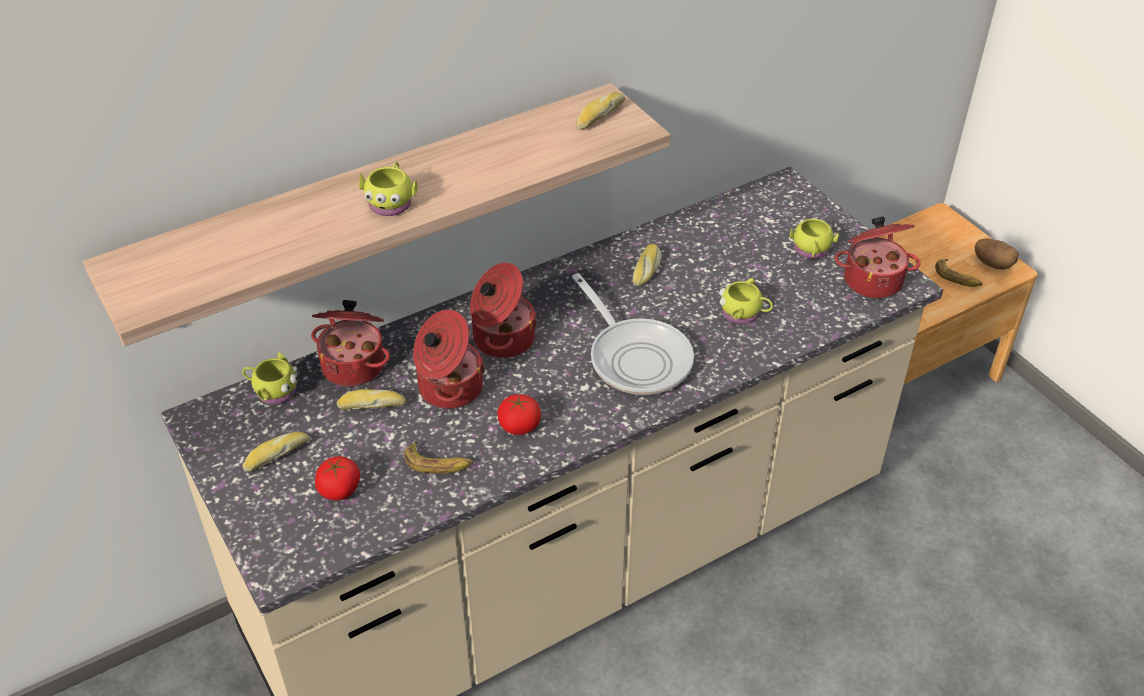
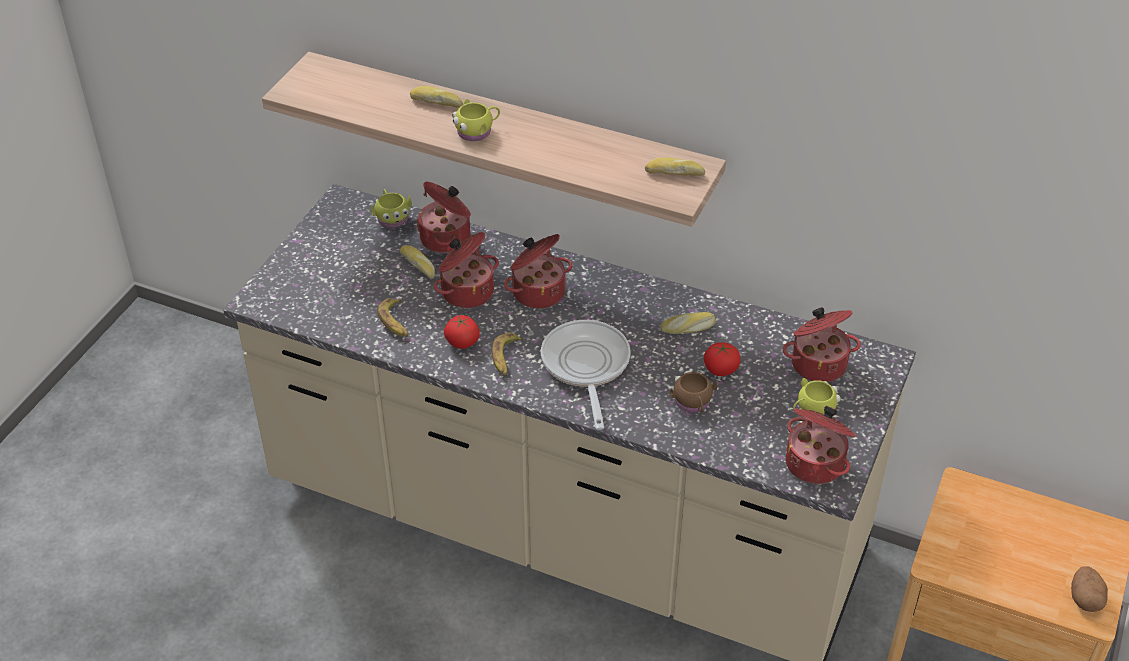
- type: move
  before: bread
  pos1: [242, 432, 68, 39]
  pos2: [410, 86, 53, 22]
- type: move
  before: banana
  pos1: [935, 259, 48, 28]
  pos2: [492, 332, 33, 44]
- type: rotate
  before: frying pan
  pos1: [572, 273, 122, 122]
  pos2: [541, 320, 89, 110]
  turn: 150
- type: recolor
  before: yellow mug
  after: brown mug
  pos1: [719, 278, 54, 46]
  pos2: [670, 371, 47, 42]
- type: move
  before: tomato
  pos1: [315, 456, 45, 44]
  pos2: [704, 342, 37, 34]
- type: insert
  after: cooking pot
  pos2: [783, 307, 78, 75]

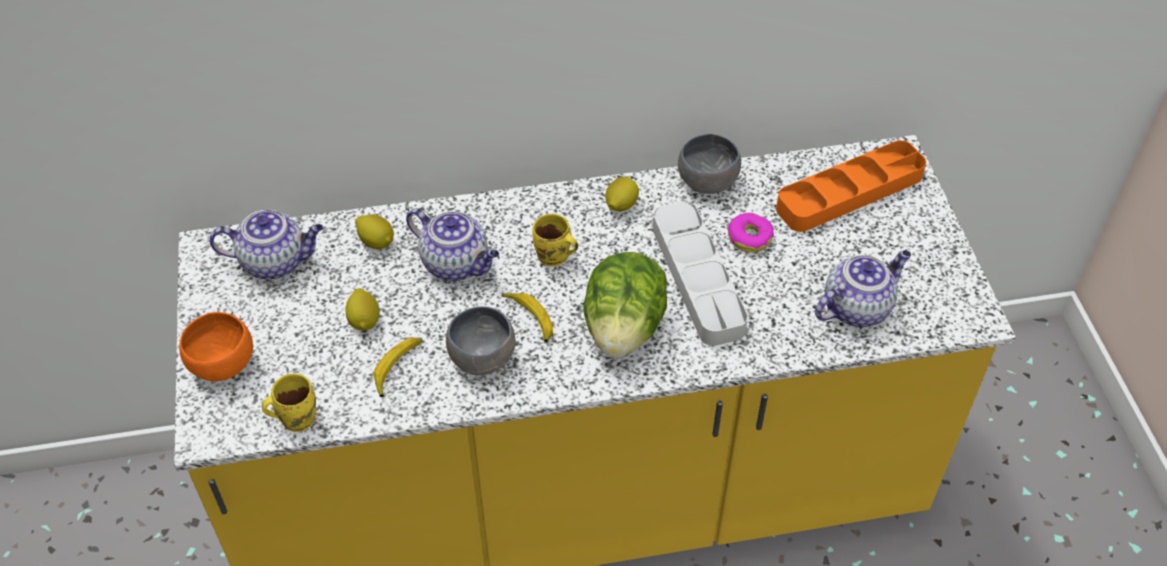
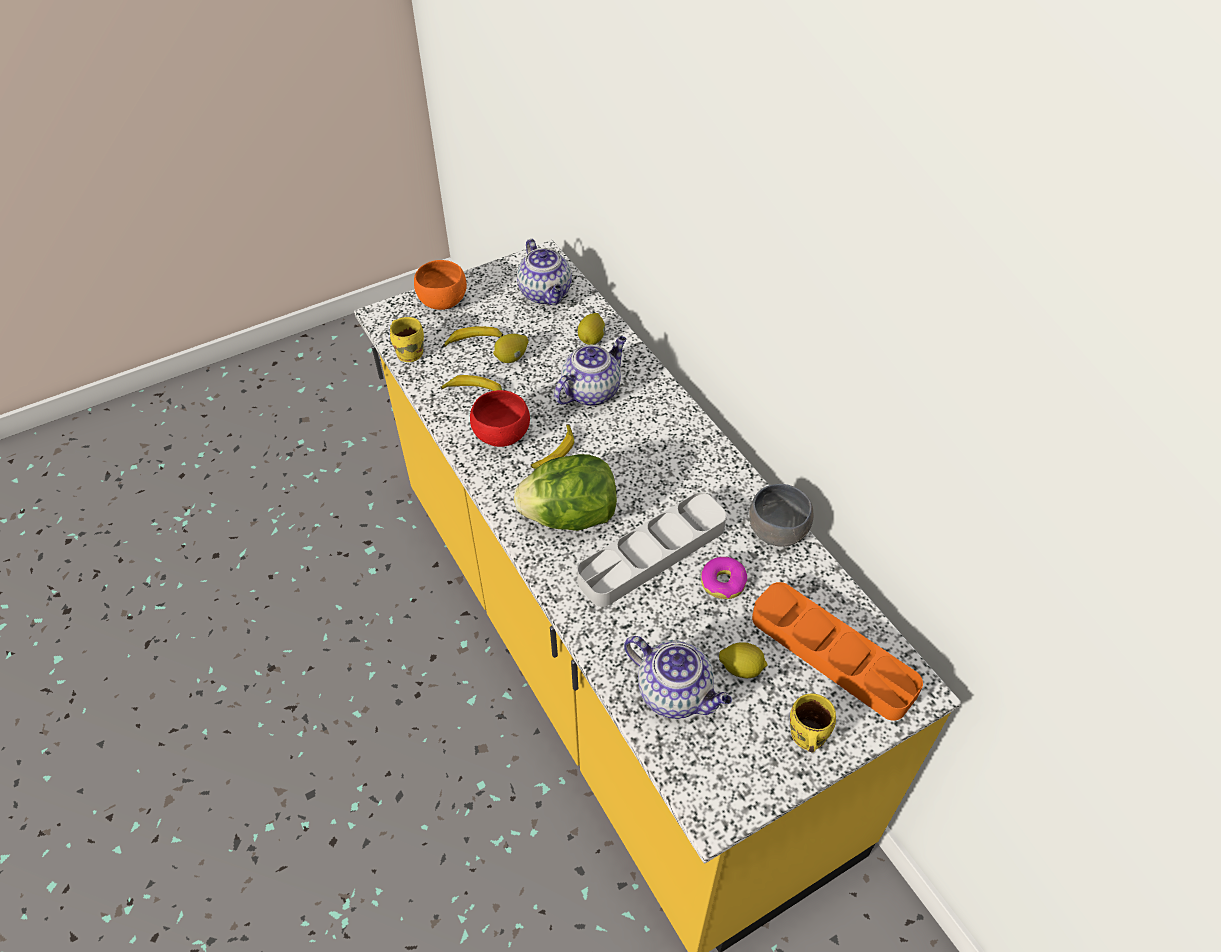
- type: insert
  after: banana
  pos2: [443, 326, 60, 21]
- type: recolor
  before: grey bowl
  after: red bowl
  pos1: [446, 306, 70, 69]
  pos2: [470, 390, 60, 57]
- type: rotate
  before: teapot
  pos1: [406, 208, 93, 73]
  pos2: [554, 336, 72, 70]
  turn: -150
- type: move
  before: lemon
  pos1: [605, 177, 34, 34]
  pos2: [719, 642, 49, 36]
- type: move
  before: yellow mug
  pos1: [532, 214, 46, 52]
  pos2: [790, 693, 46, 60]

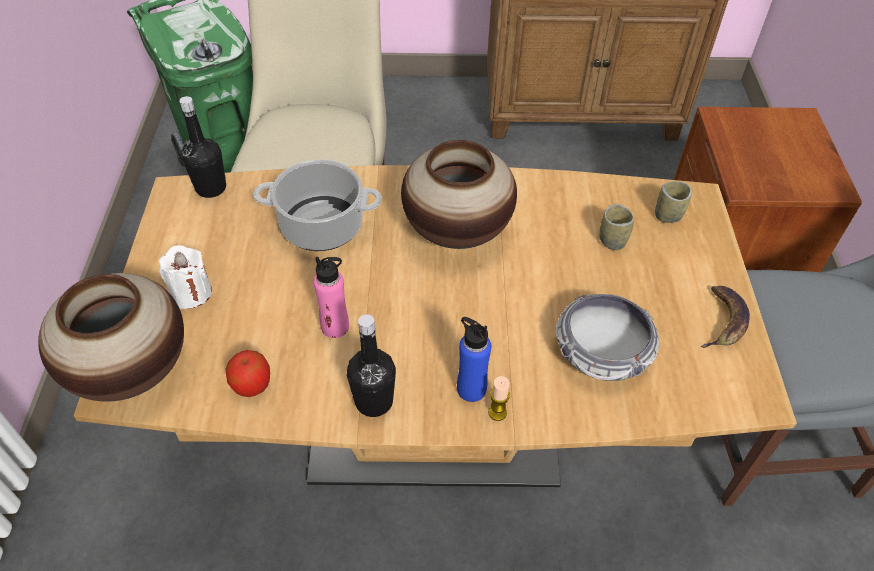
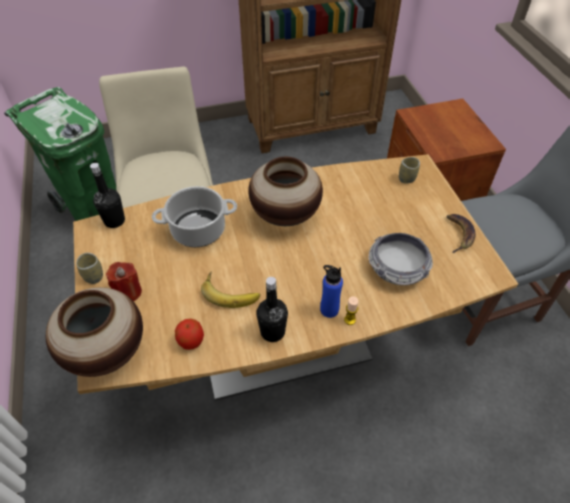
- type: move
  before: cup
  pos1: [599, 204, 35, 46]
  pos2: [76, 253, 27, 31]
- type: recolor
  before: white candle
  after: red candle
  pos1: [159, 245, 53, 64]
  pos2: [106, 262, 36, 39]
- type: replace
  before: pink bottle
  after: banana
  pos1: [313, 257, 36, 81]
  pos2: [201, 271, 59, 37]

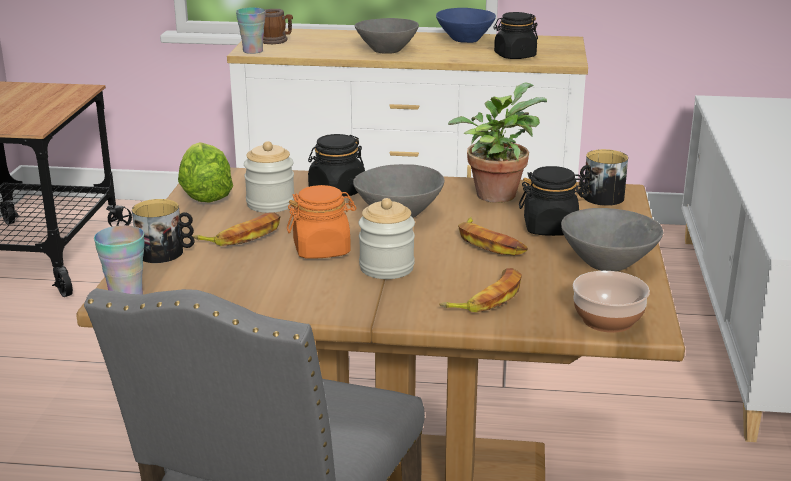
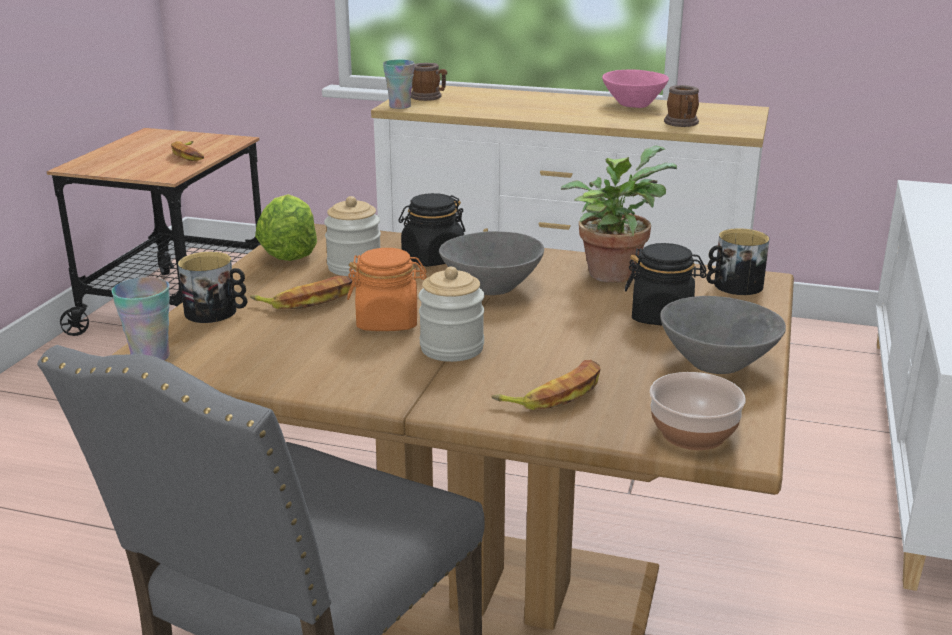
- type: move
  before: banana
  pos1: [458, 217, 70, 38]
  pos2: [171, 141, 33, 20]
- type: recolor
  before: blue bowl
  after: pink bowl
  pos1: [436, 8, 60, 35]
  pos2: [602, 69, 67, 39]
- type: replace
  before: black jar
  after: mug
  pos1: [493, 12, 45, 47]
  pos2: [664, 85, 35, 42]
- type: delete
  before: grey bowl
  pos1: [354, 18, 65, 36]

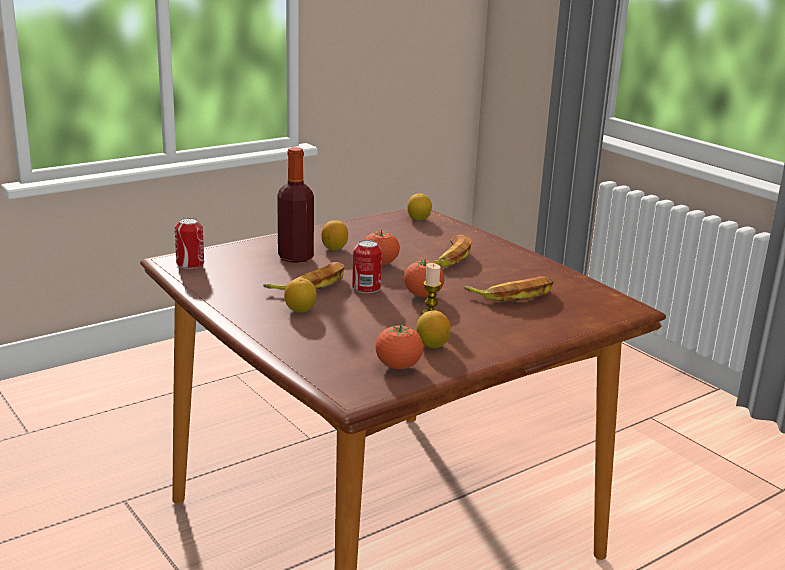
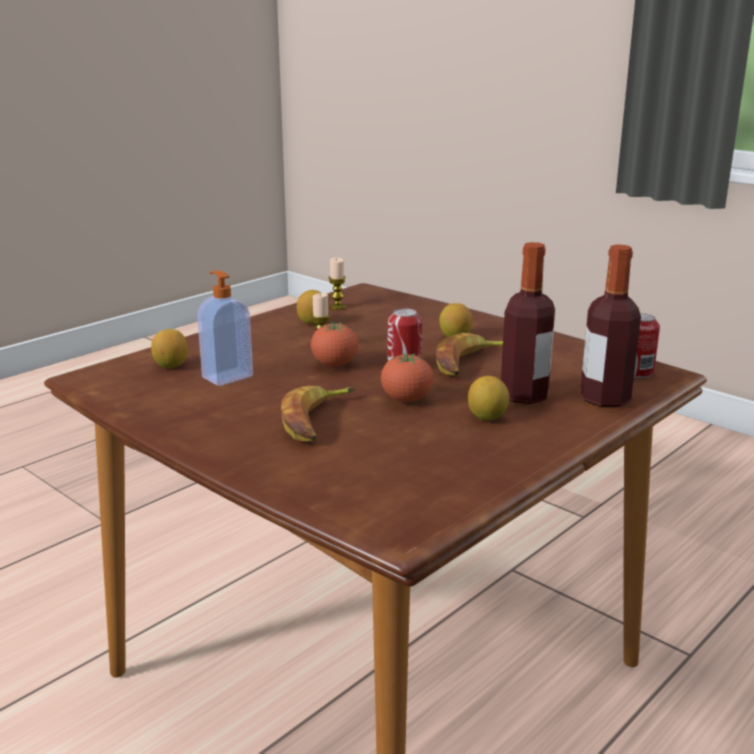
- type: move
  before: lemon
  pos1: [407, 193, 25, 27]
  pos2: [151, 329, 37, 39]
- type: replace
  before: banana
  after: soap dispenser
  pos1: [464, 276, 90, 26]
  pos2: [197, 270, 56, 116]
- type: replace
  before: tomato
  after: candle
  pos1: [376, 325, 47, 44]
  pos2: [329, 257, 17, 53]
- type: insert
  after: bottle
  pos2: [580, 245, 61, 162]

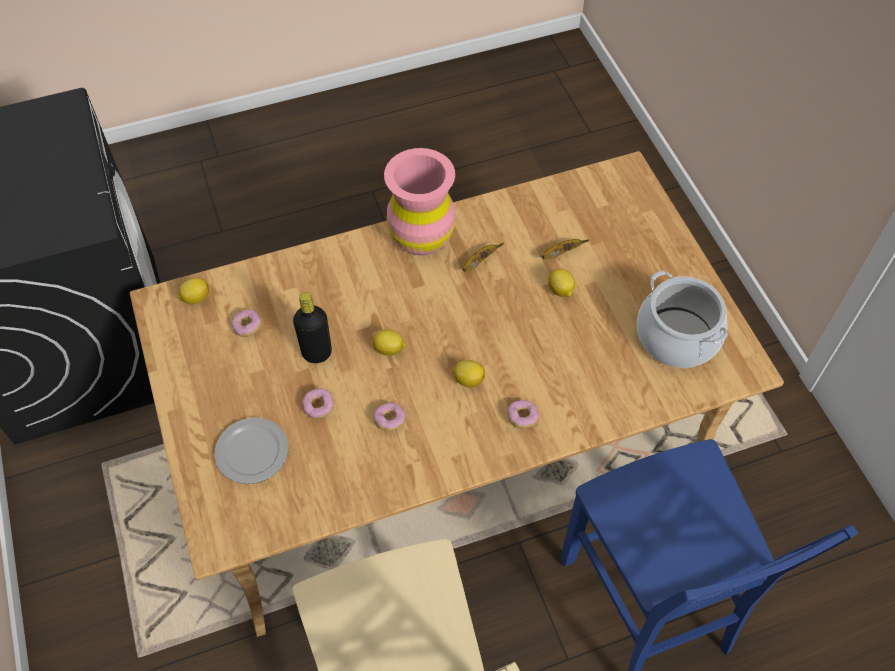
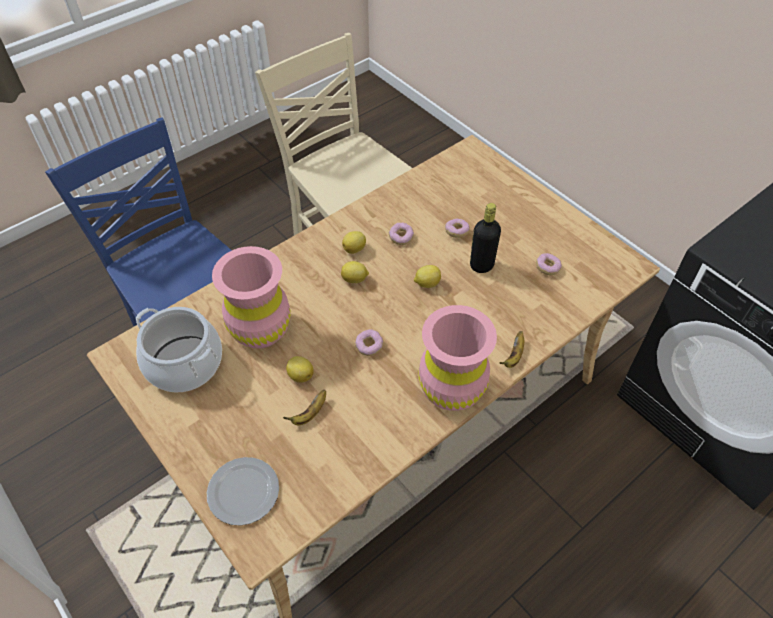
- type: move
  before: plate
  pos1: [215, 417, 73, 67]
  pos2: [207, 457, 72, 69]
- type: insert
  after: pink vase
  pos2: [212, 246, 78, 102]
- type: move
  before: lemon
  pos1: [178, 278, 31, 26]
  pos2: [342, 231, 24, 23]
- type: move
  before: donut
  pos1: [507, 400, 32, 29]
  pos2: [355, 329, 28, 27]
- type: move
  before: banana
  pos1: [463, 243, 41, 29]
  pos2: [500, 331, 24, 37]

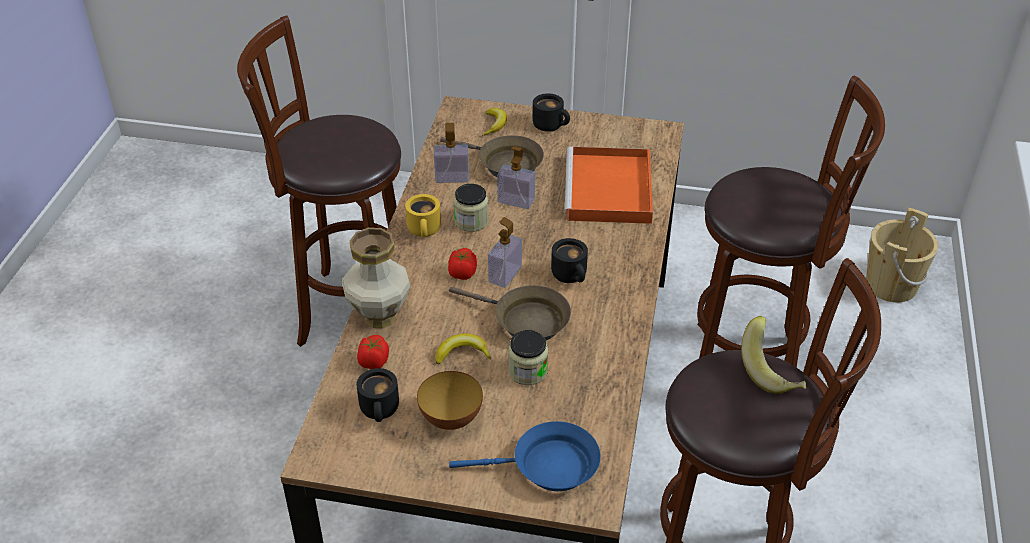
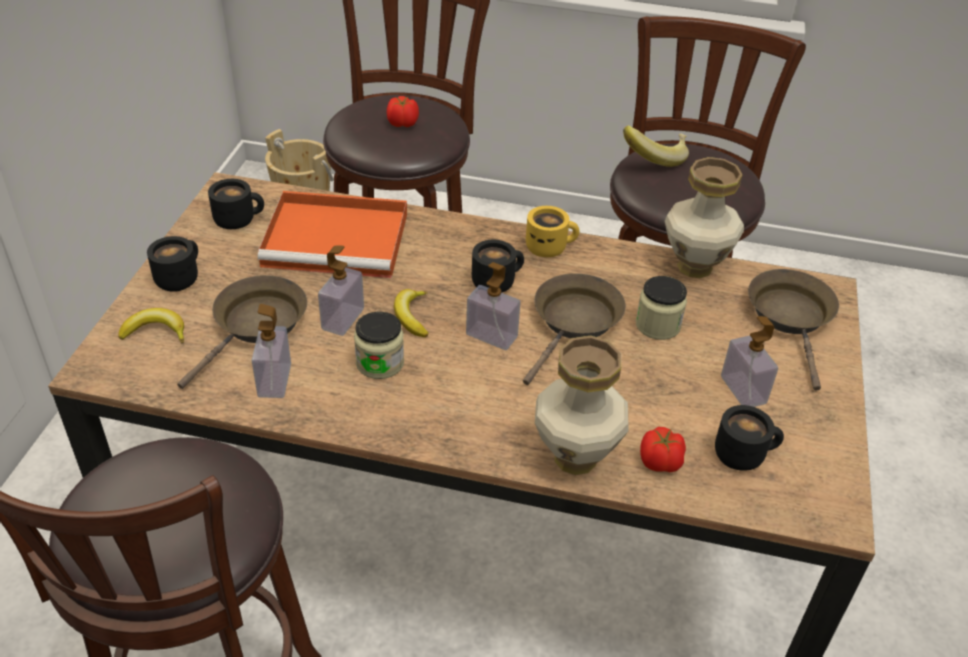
- type: insert
  after: black mug
  pos2: [208, 179, 56, 50]
- type: move
  before: tomato
  pos1: [448, 248, 29, 32]
  pos2: [387, 96, 32, 31]
- type: move
  before: banana
  pos1: [435, 333, 56, 32]
  pos2: [394, 289, 35, 48]
- type: move
  before: yellow mug
  pos1: [405, 194, 36, 43]
  pos2: [526, 206, 53, 51]
- type: insert
  after: vase
  pos2: [665, 157, 79, 121]
- type: replace
  before: bowl
  after: soap dispenser
  pos1: [417, 371, 66, 59]
  pos2: [721, 316, 57, 91]
- type: recolor
  before: blue frying pan
  after: brown frying pan
  pos1: [449, 421, 152, 70]
  pos2: [748, 269, 91, 121]

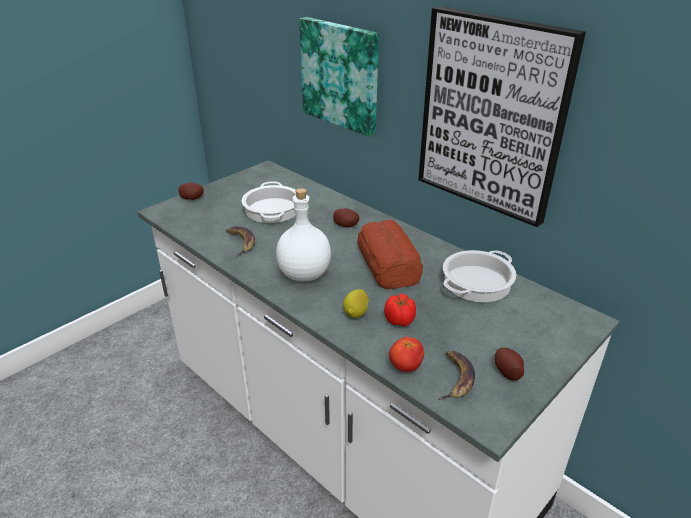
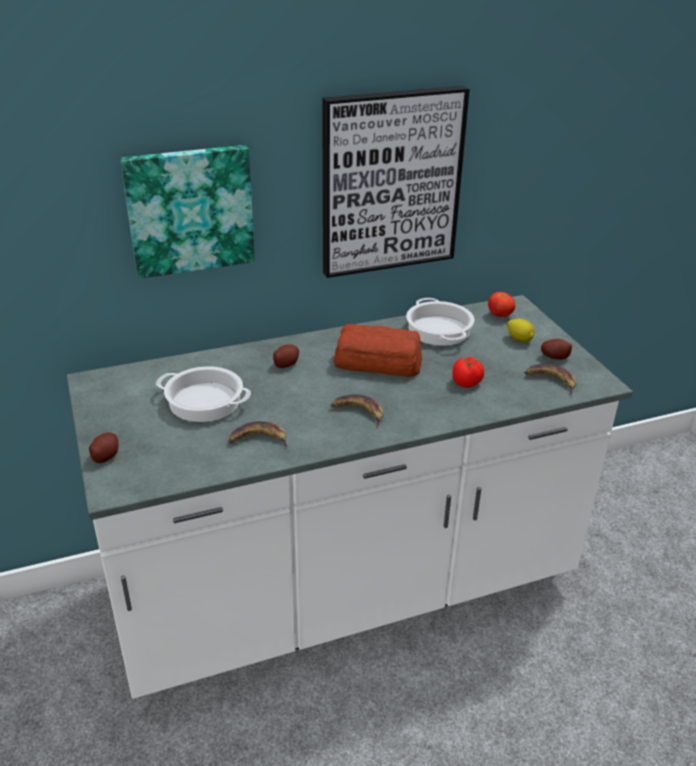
- type: replace
  before: white bottle
  after: banana
  pos1: [276, 188, 55, 93]
  pos2: [331, 394, 53, 34]
- type: move
  before: tomato
  pos1: [389, 337, 35, 35]
  pos2: [488, 292, 28, 25]
- type: move
  before: lemon
  pos1: [343, 289, 26, 29]
  pos2: [507, 319, 28, 23]

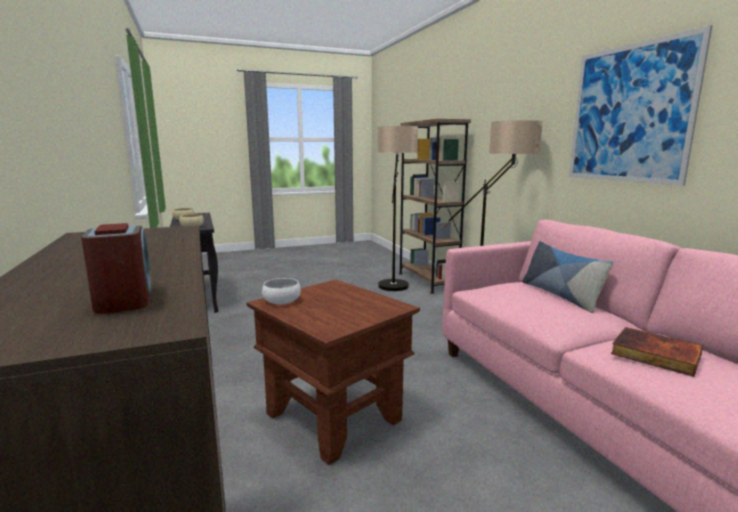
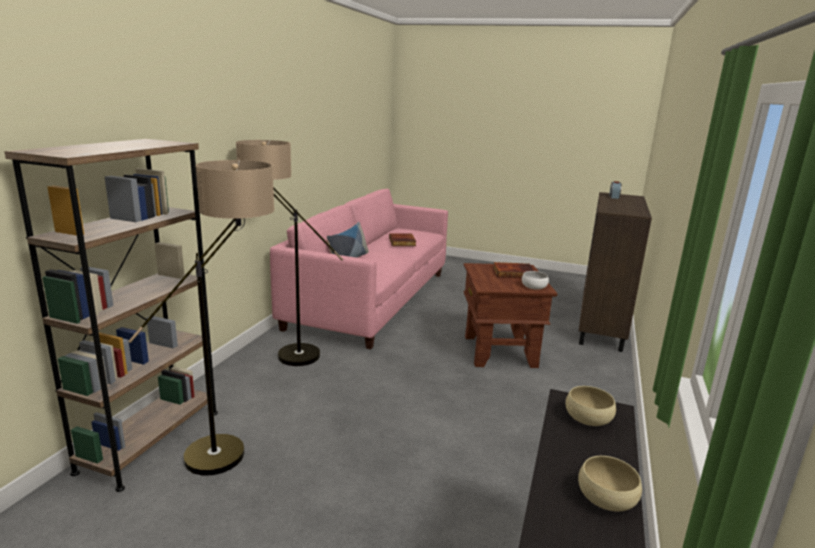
- type: insert
  after: book
  pos2: [493, 262, 41, 16]
- type: delete
  before: picture
  pos1: [569, 25, 144, 161]

